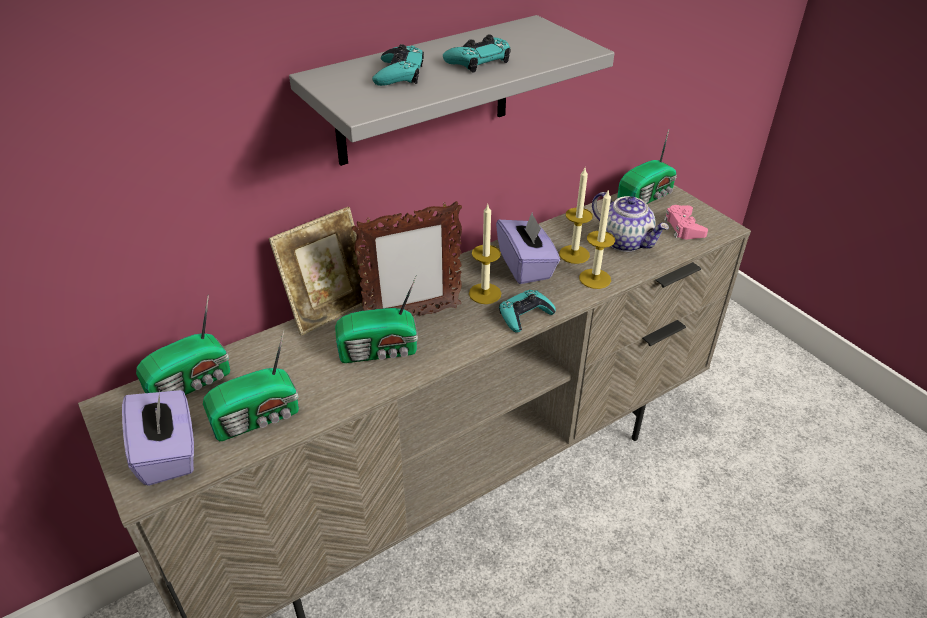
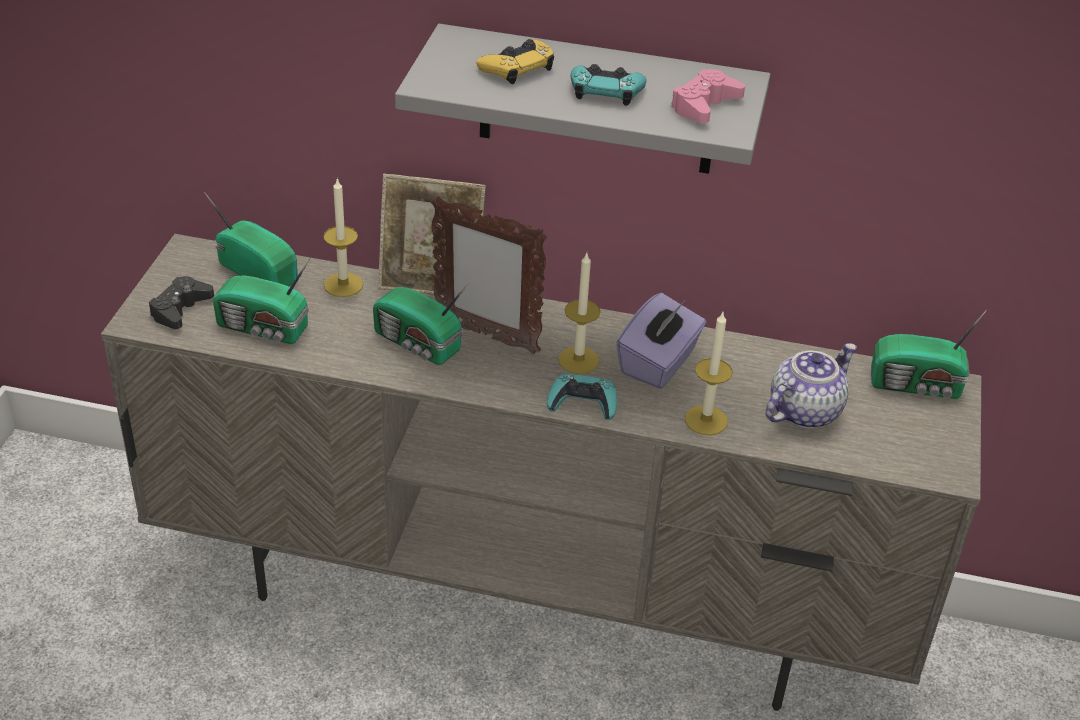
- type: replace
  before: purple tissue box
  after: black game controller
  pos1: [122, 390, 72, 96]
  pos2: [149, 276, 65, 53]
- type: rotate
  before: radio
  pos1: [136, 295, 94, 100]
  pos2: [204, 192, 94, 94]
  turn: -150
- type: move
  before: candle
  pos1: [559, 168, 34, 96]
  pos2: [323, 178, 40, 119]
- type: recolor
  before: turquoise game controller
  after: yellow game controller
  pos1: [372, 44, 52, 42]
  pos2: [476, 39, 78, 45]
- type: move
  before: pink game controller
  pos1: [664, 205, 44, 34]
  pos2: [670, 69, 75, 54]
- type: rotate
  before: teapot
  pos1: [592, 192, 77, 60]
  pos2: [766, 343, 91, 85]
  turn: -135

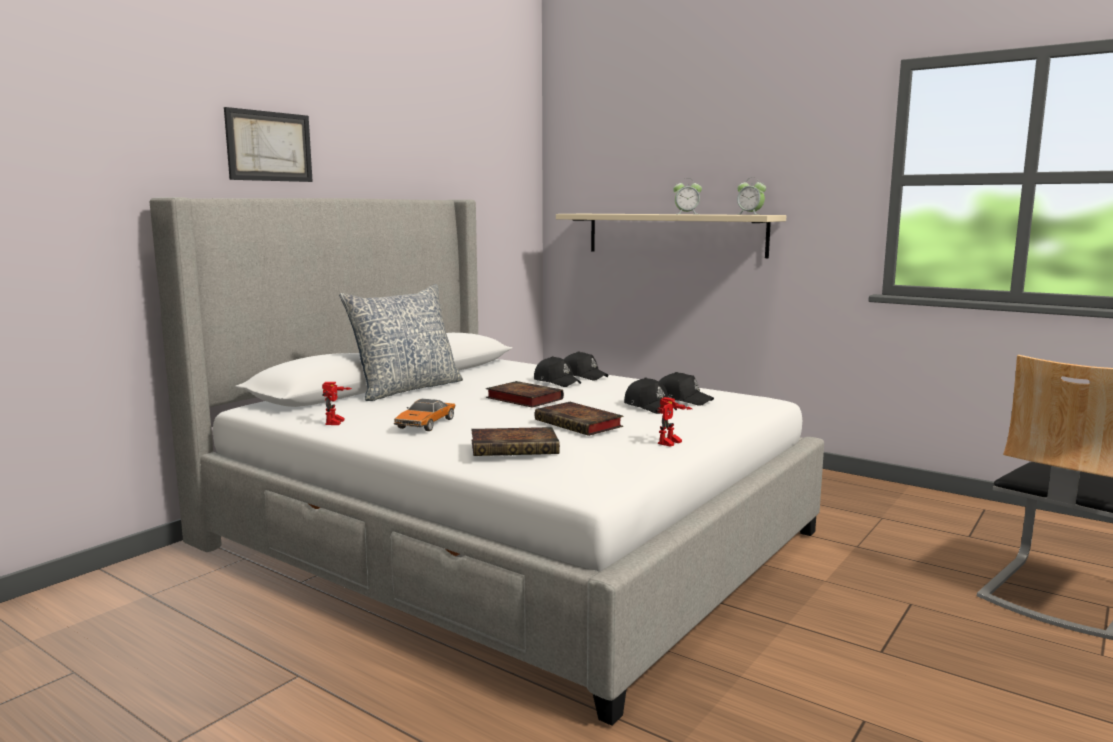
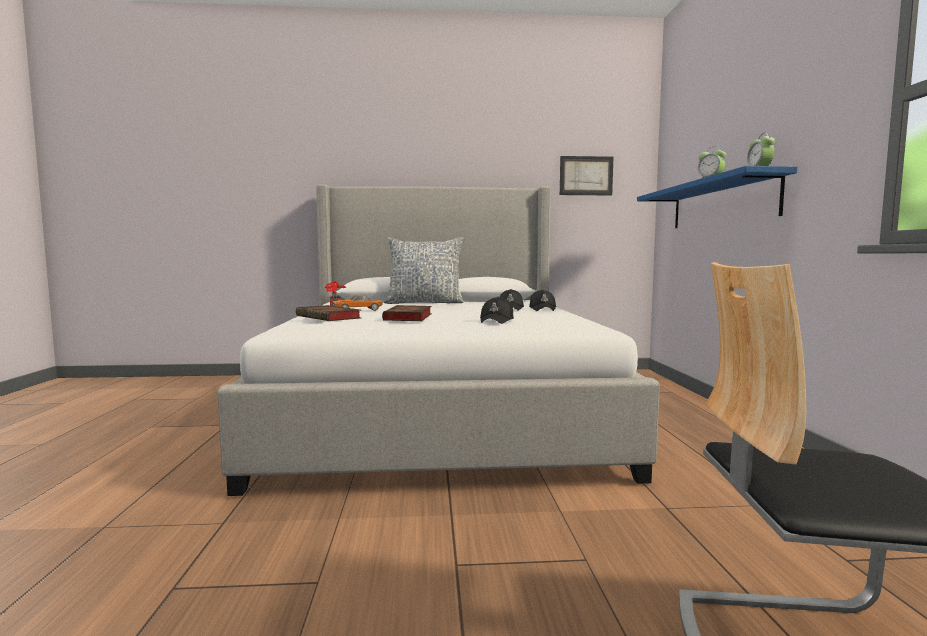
- type: move
  before: picture
  pos1: [224, 107, 89, 75]
  pos2: [560, 156, 53, 39]
- type: recolor
  before: beige shelf
  after: blue shelf
  pos1: [556, 214, 230, 44]
  pos2: [637, 166, 160, 62]
- type: delete
  before: book
  pos1: [486, 381, 78, 27]
- type: delete
  before: toy robot
  pos1: [655, 397, 37, 50]
- type: delete
  before: black cap
  pos1: [659, 372, 55, 34]

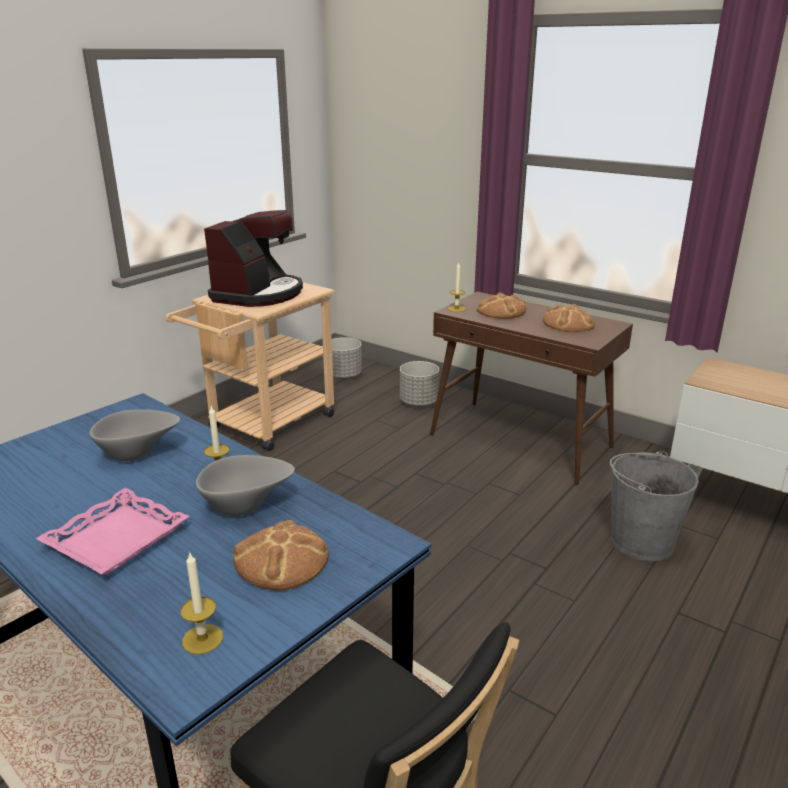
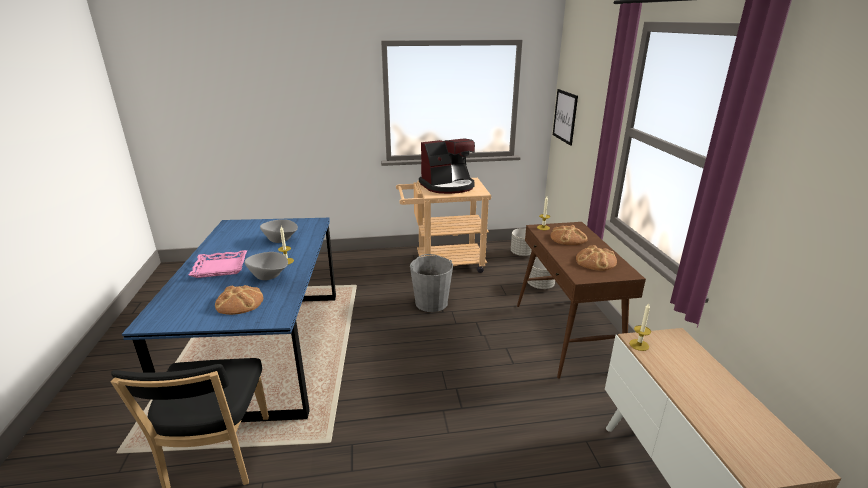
- type: move
  before: grey bucket
  pos1: [610, 451, 89, 110]
  pos2: [410, 254, 43, 58]
- type: insert
  after: picture
  pos2: [553, 89, 25, 57]
- type: move
  before: candle
  pos1: [180, 551, 43, 103]
  pos2: [629, 303, 22, 48]

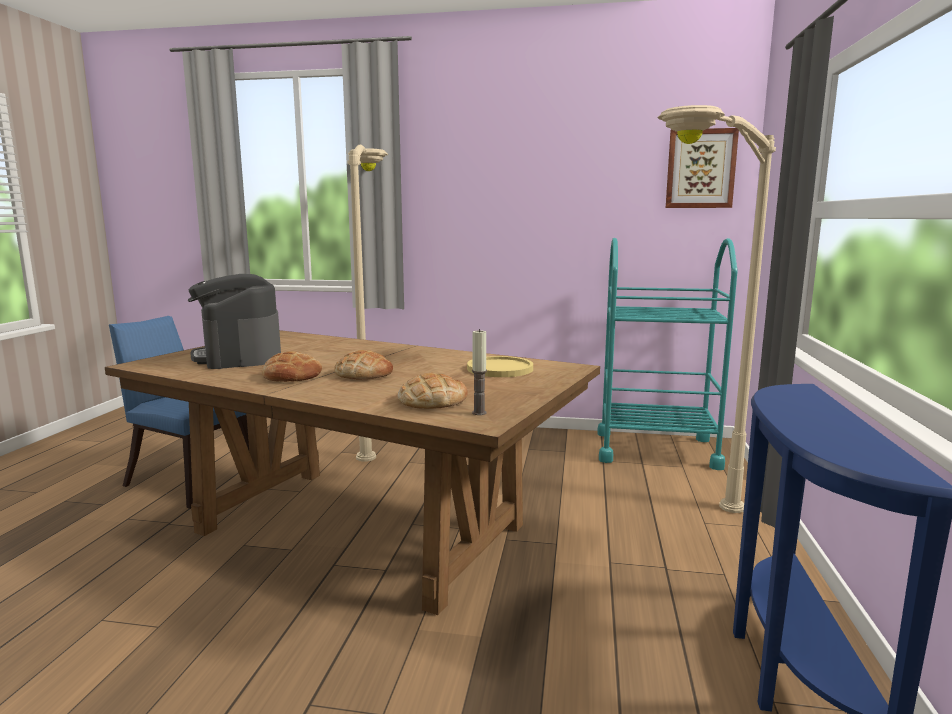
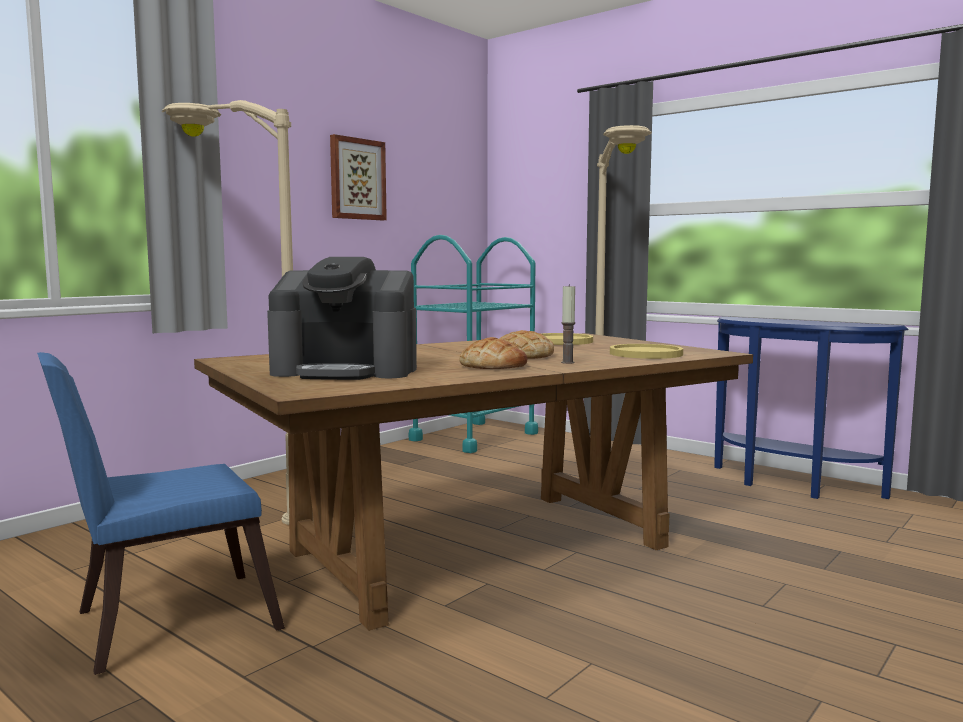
- type: move
  before: picture
  pos1: [666, 128, 73, 80]
  pos2: [330, 134, 57, 86]
- type: move
  before: candle
  pos1: [472, 329, 15, 86]
  pos2: [561, 284, 14, 80]
- type: replace
  before: bread
  after: yellow plate
  pos1: [398, 373, 70, 36]
  pos2: [610, 344, 73, 15]

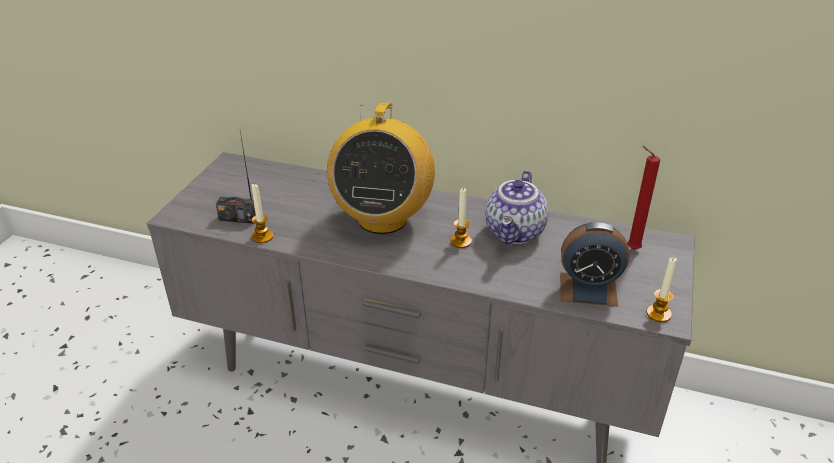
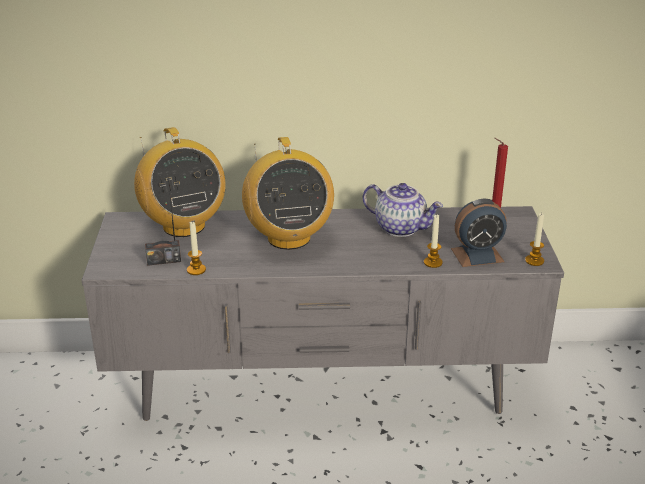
- type: insert
  after: radio
  pos2: [134, 127, 92, 110]
- type: rotate
  before: teapot
  pos1: [485, 170, 63, 74]
  pos2: [363, 183, 80, 54]
  turn: -60
- type: move
  before: candle
  pos1: [450, 188, 22, 60]
  pos2: [424, 214, 19, 54]

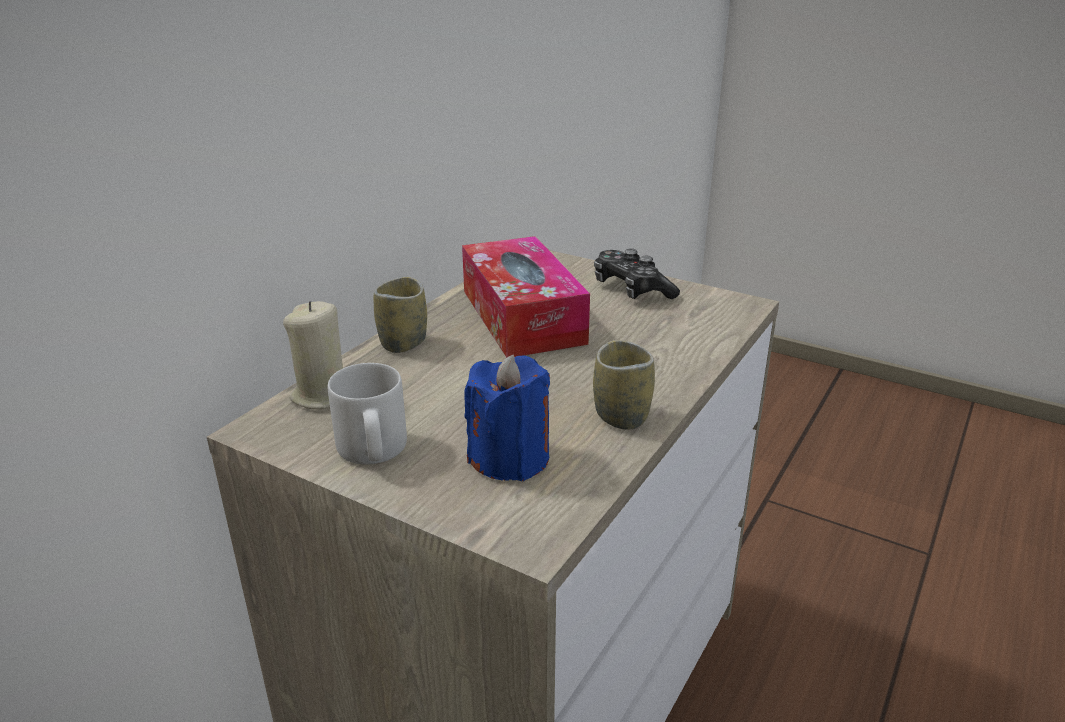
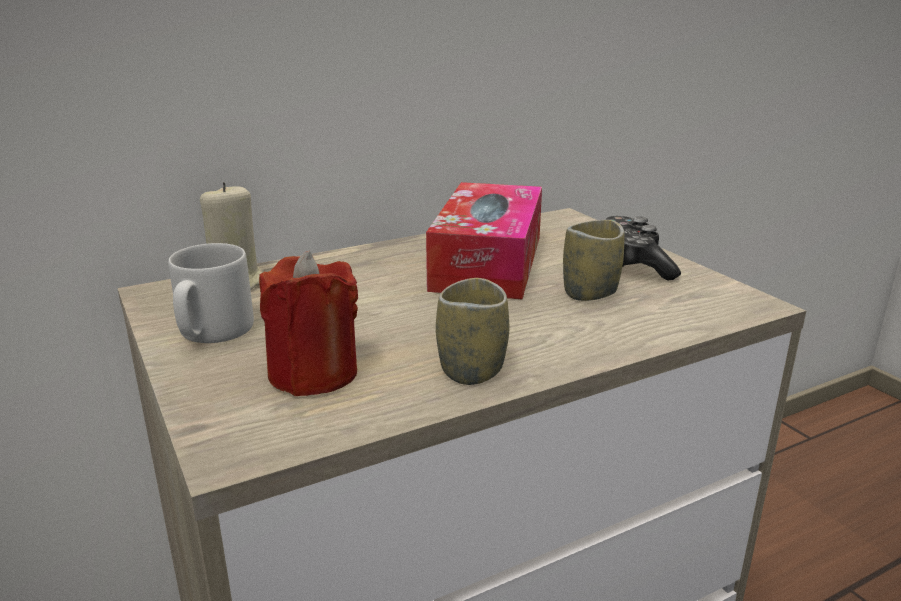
- type: recolor
  before: blue candle
  after: red candle
  pos1: [465, 355, 85, 126]
  pos2: [259, 250, 99, 146]
- type: move
  before: cup
  pos1: [374, 277, 53, 76]
  pos2: [563, 220, 62, 81]

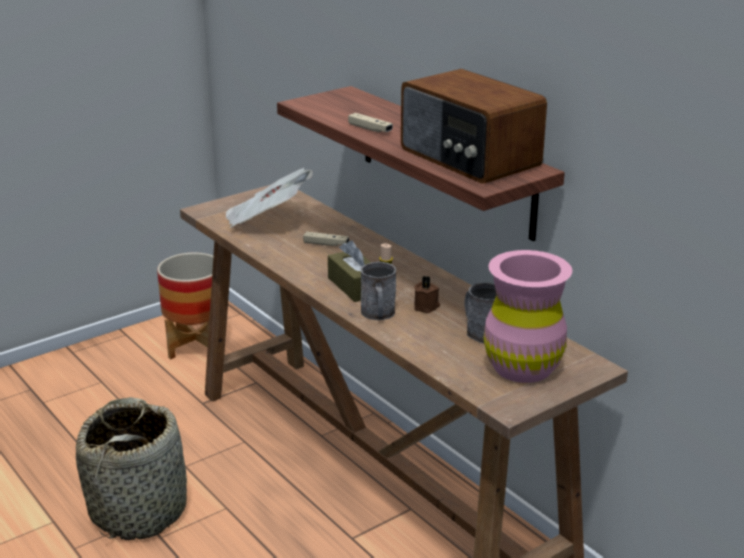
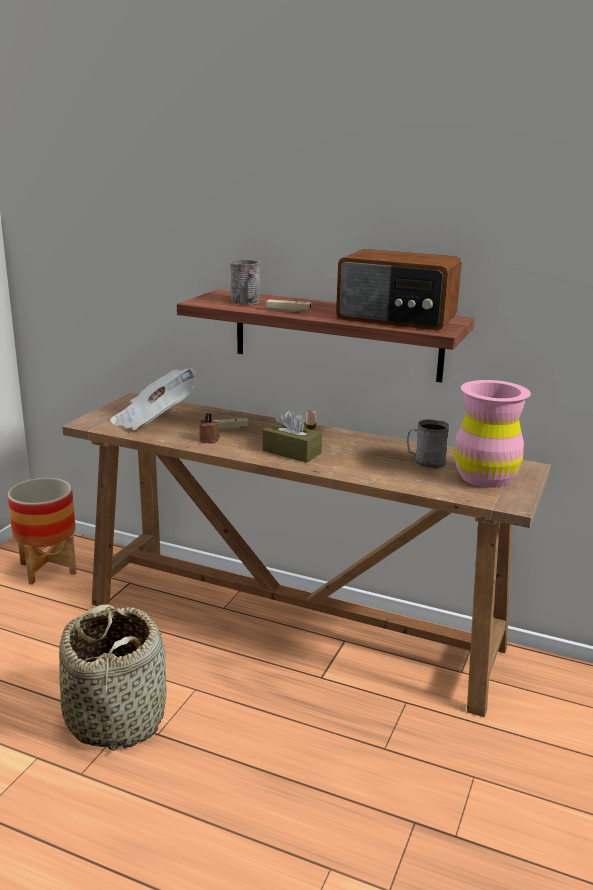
- type: move
  before: brown candle
  pos1: [414, 276, 26, 37]
  pos2: [199, 413, 21, 30]
- type: move
  before: grey mug
  pos1: [361, 262, 35, 58]
  pos2: [230, 260, 30, 45]

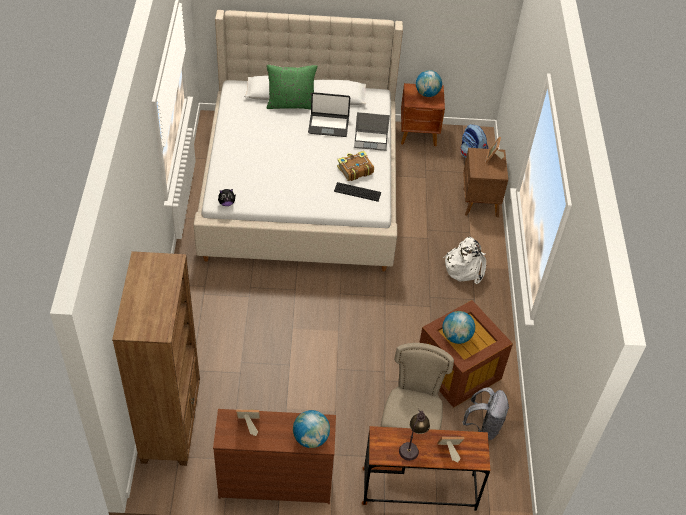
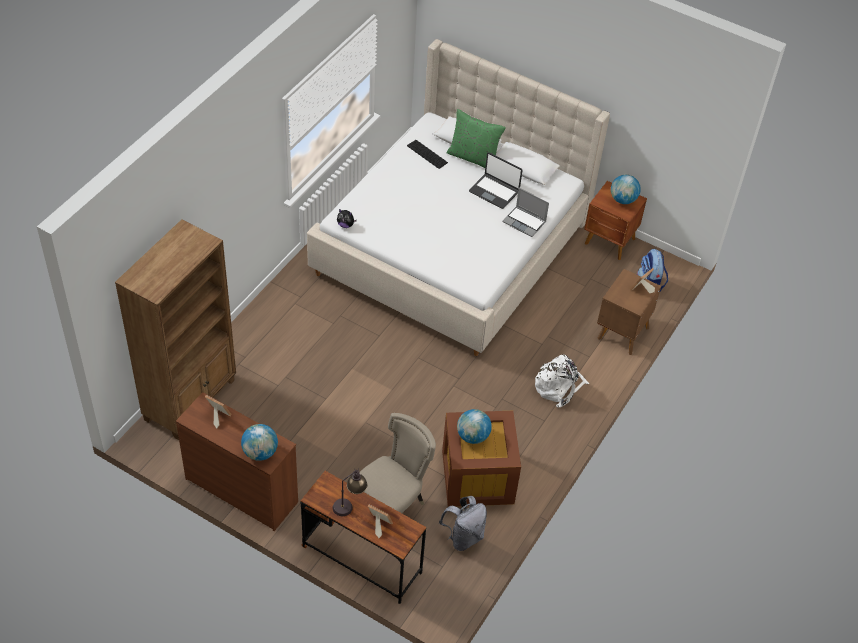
- type: move
  before: keyboard
  pos1: [334, 182, 47, 20]
  pos2: [407, 140, 41, 29]
- type: delete
  before: book
  pos1: [337, 151, 37, 30]

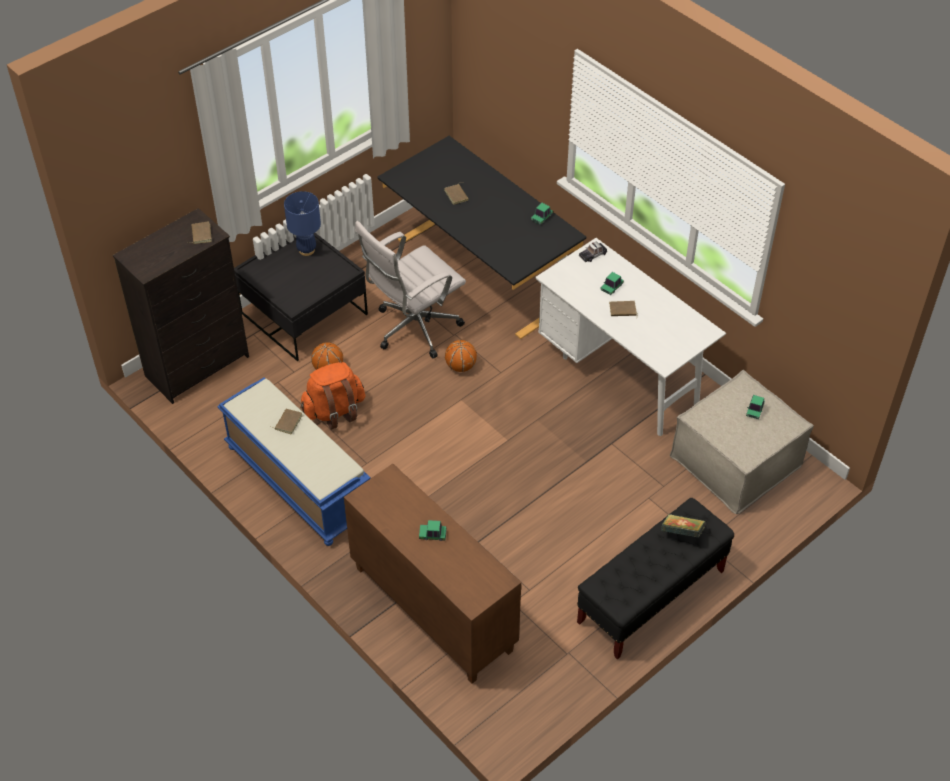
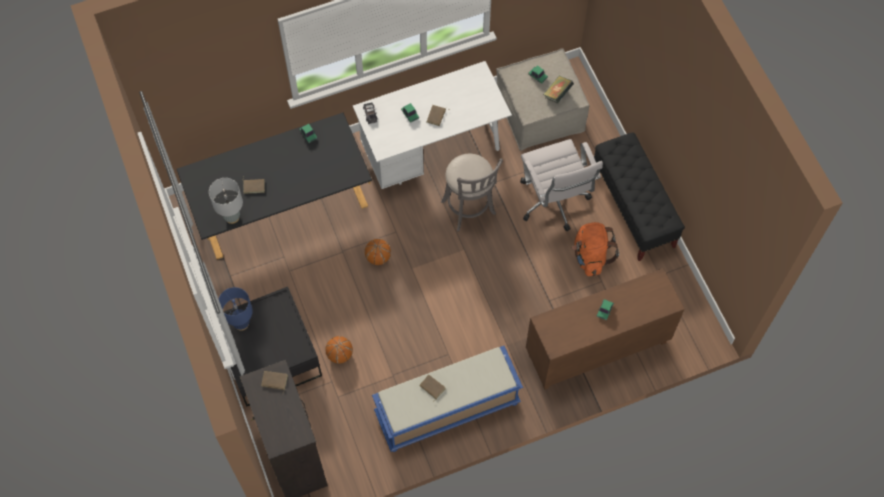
- type: insert
  after: grey table lamp
  pos2: [209, 178, 34, 46]
- type: insert
  after: grey stool
  pos2: [441, 154, 62, 78]
- type: move
  before: white office chair
  pos1: [355, 221, 111, 137]
  pos2: [520, 139, 83, 92]
- type: move
  before: book
  pos1: [661, 514, 44, 24]
  pos2: [543, 76, 31, 27]
- type: move
  before: orange backpack
  pos1: [300, 362, 66, 68]
  pos2: [571, 222, 48, 54]

